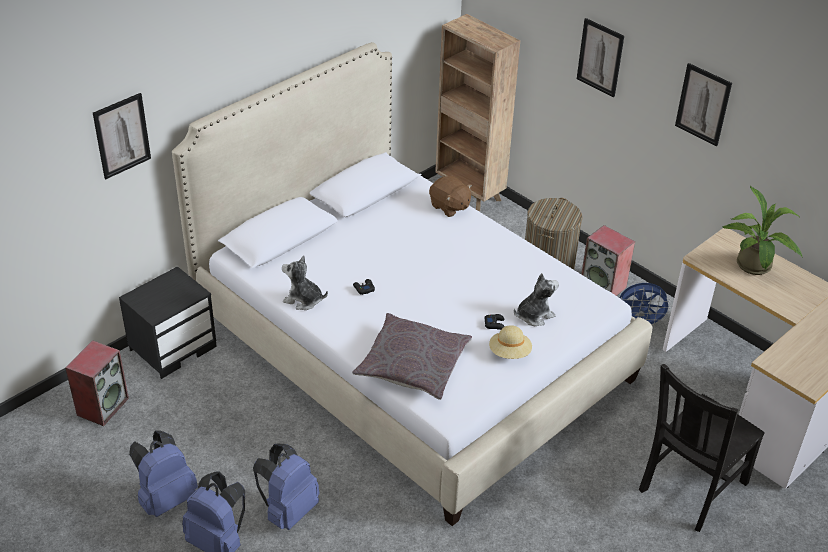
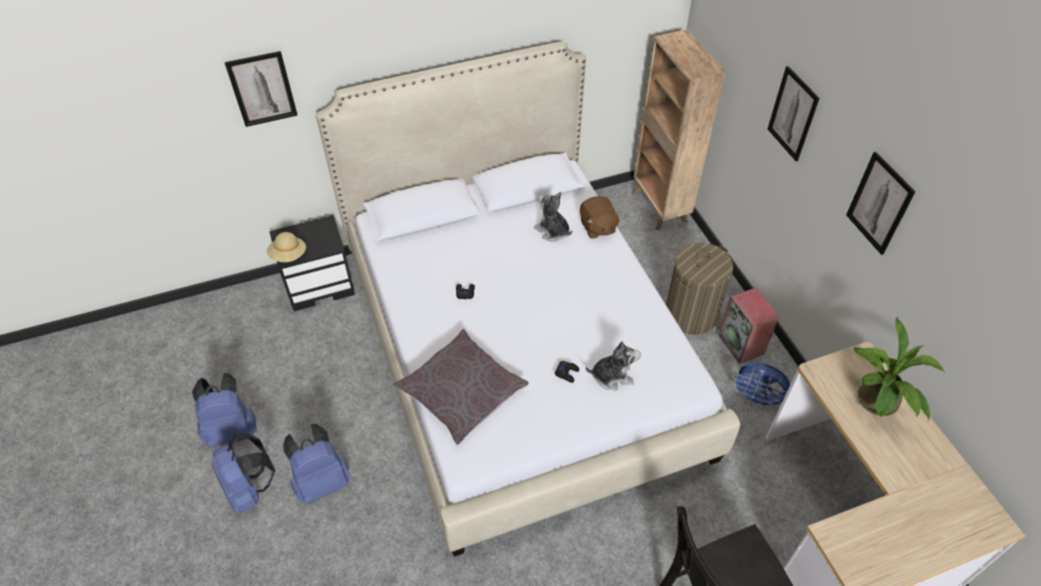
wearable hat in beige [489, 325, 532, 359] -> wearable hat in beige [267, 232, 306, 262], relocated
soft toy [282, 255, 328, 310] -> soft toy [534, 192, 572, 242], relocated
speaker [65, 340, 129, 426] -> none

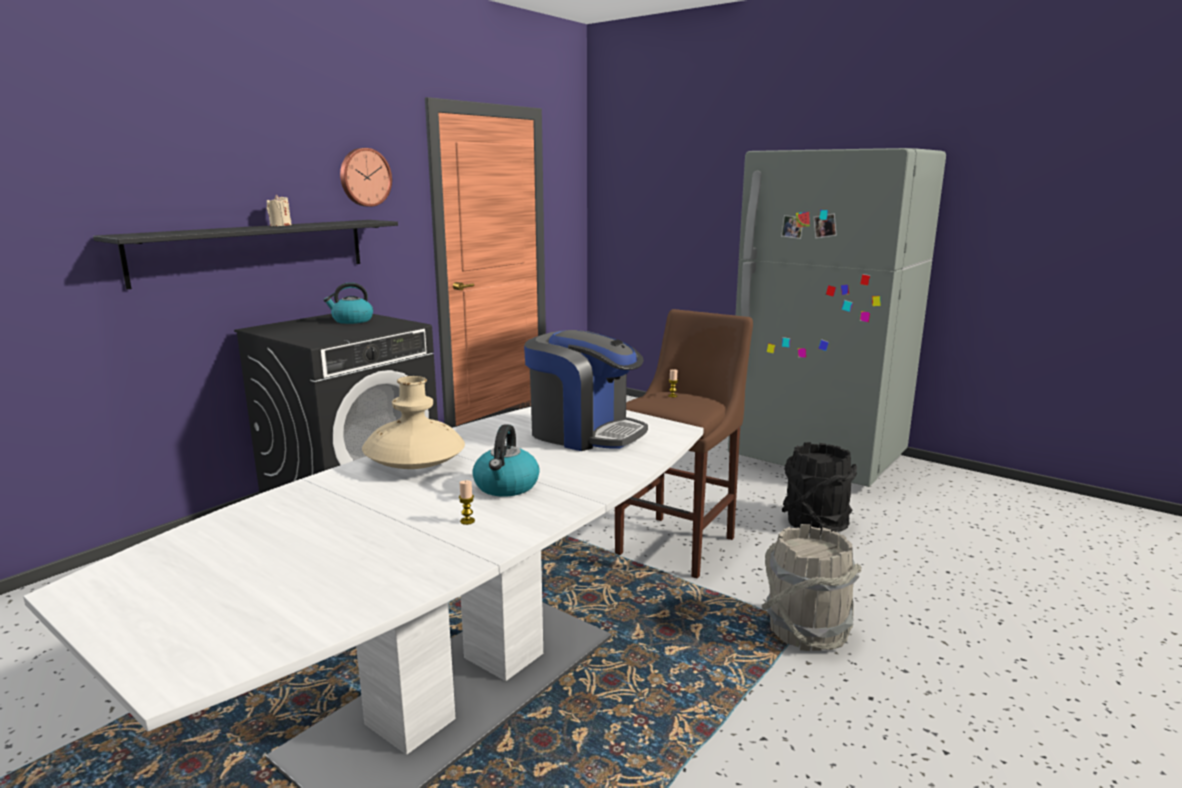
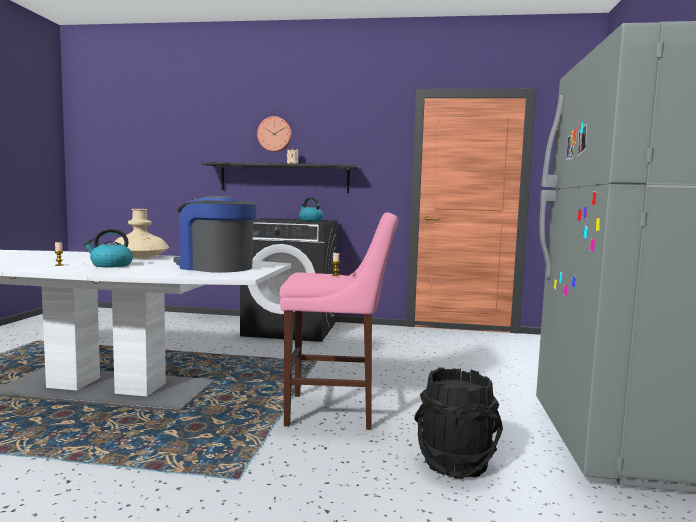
coffee machine [524, 330, 648, 451] -> coffee machine [173, 196, 257, 273], 120 degrees clockwise
wall clock [340, 148, 392, 207] -> wall clock [257, 116, 291, 152], relocated
stool in brownish [615, 309, 753, 578] -> stool in pink-coloured [280, 213, 398, 430]
pail in greyish [762, 524, 862, 651] -> none

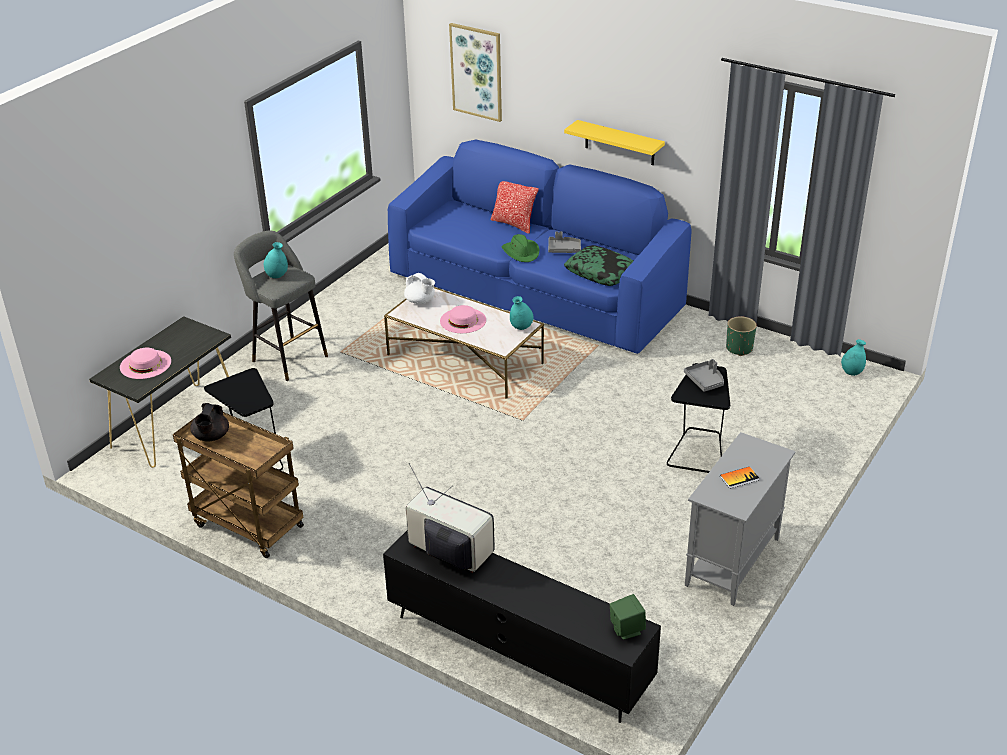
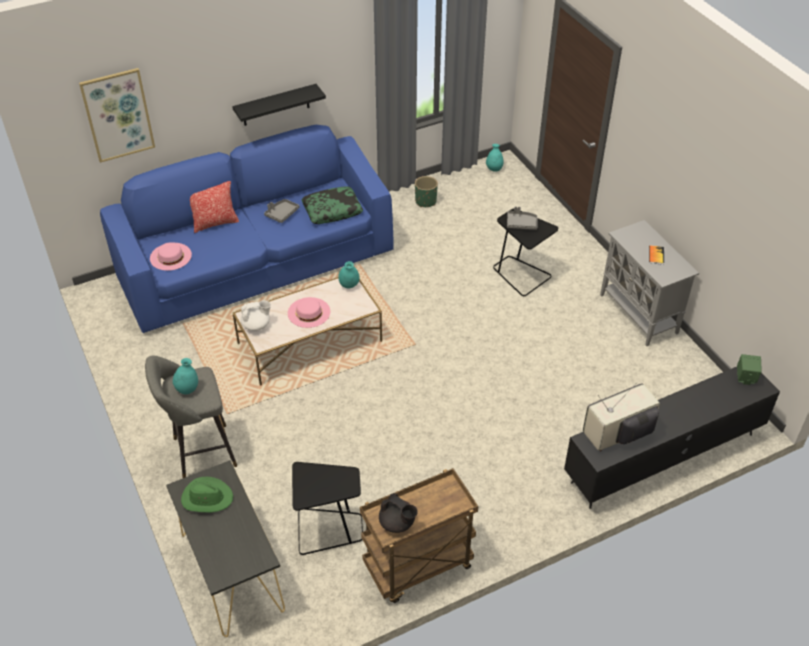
wearable hat in pink-coloured [120, 348, 171, 379] -> wearable hat in pink-coloured [150, 242, 192, 271], relocated
wearable hat in green [502, 234, 539, 262] -> wearable hat in green [181, 477, 233, 513], relocated
wall shelf in yellow [564, 120, 665, 165] -> wall shelf in blackish [232, 84, 326, 126]

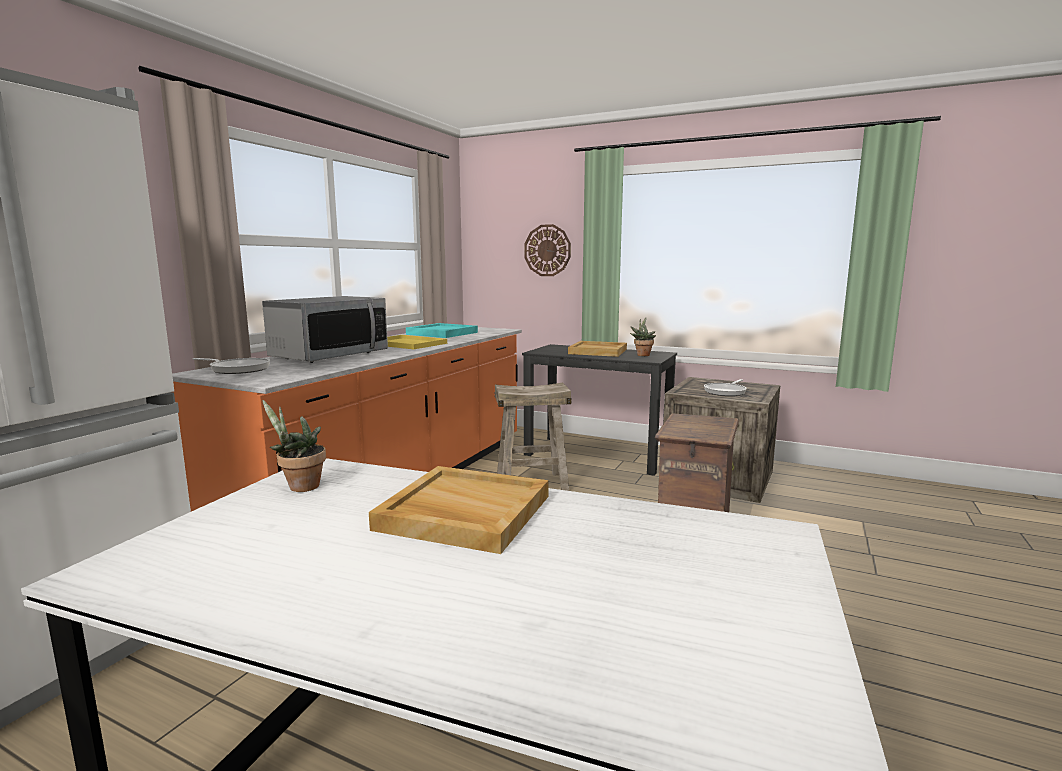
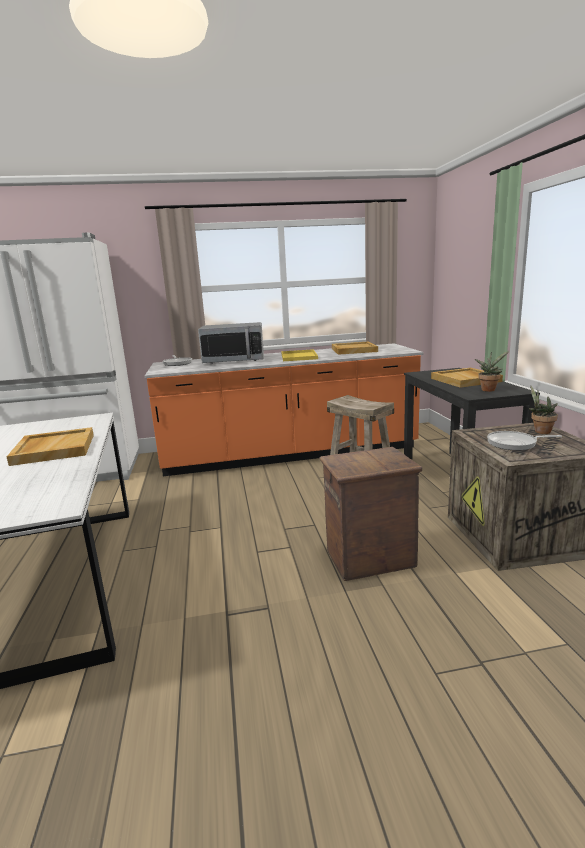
serving tray in turquoise [406, 323, 478, 338] -> serving tray in beige [332, 341, 378, 355]
houseplant [262, 400, 326, 492] -> houseplant [529, 386, 558, 434], relocated
wall clock [524, 224, 571, 276] -> none

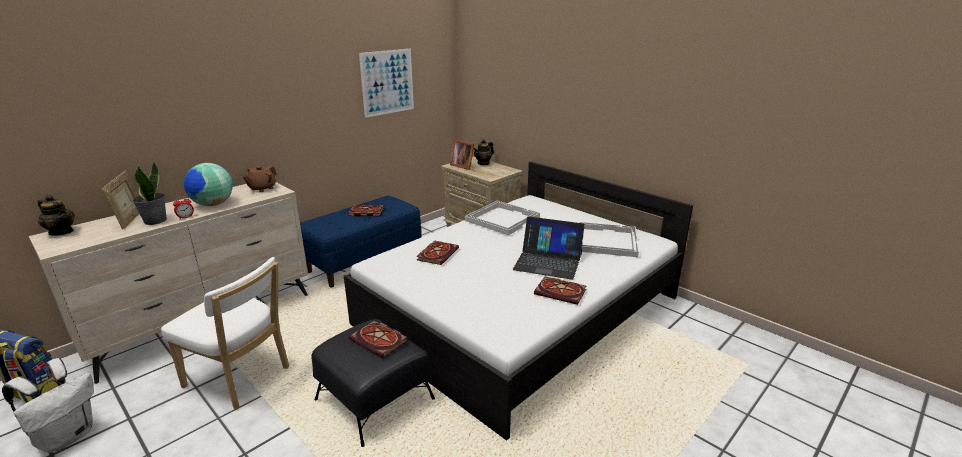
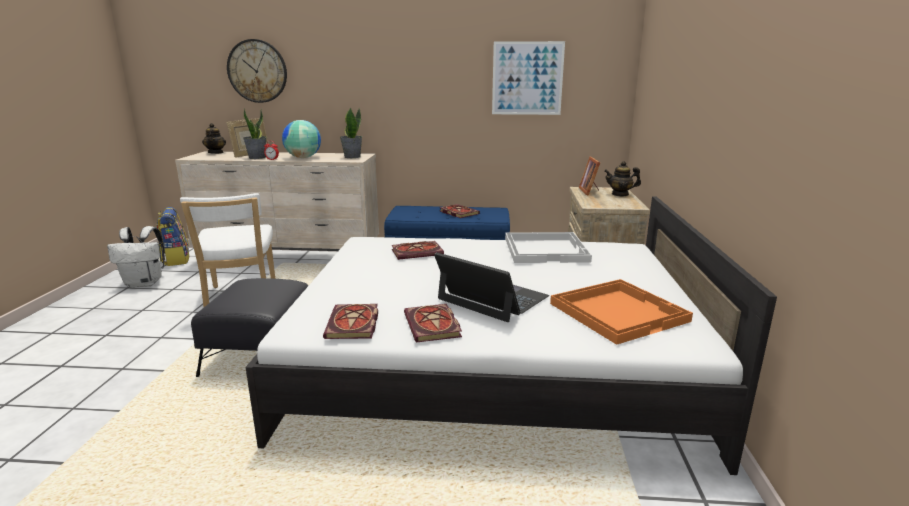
none -> wall clock [227, 39, 287, 103]
volume [349, 320, 408, 358] -> volume [323, 304, 378, 339], relocated
pot for tea in brownish [243, 166, 277, 192] -> houseplant [340, 107, 362, 158]
portable computer [513, 216, 585, 280] -> portable computer [434, 252, 549, 322], 150 degrees clockwise
serving tray in whitish [578, 222, 639, 257] -> serving tray in orange [550, 279, 693, 345]

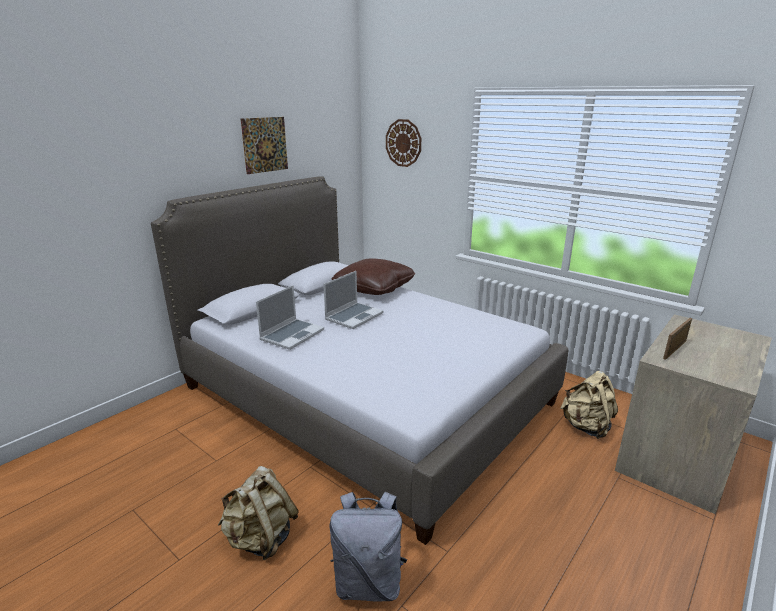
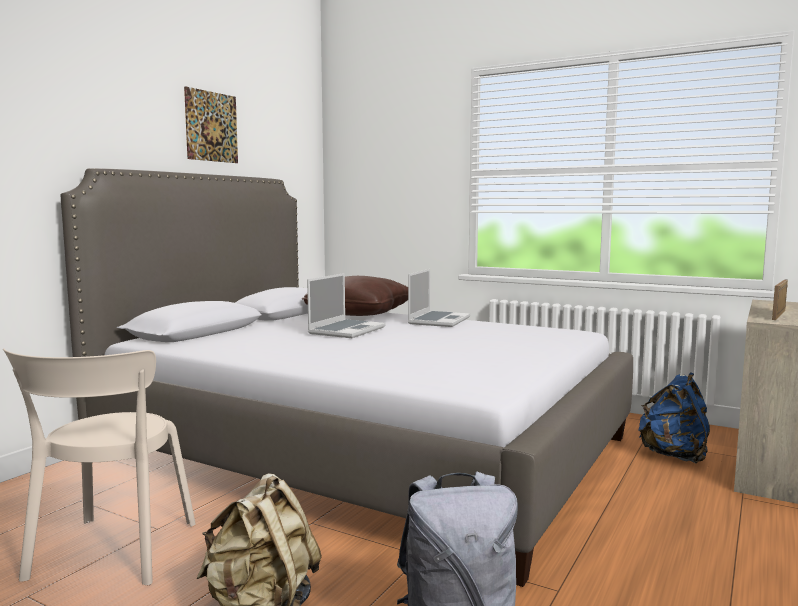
none -> chair in beige [3, 348, 196, 585]
portable computer [256, 285, 324, 350] -> portable computer [408, 269, 470, 327], relocated
backpack in beige [560, 371, 618, 439] -> backpack in blue [638, 372, 710, 463]
wall clock [386, 119, 421, 167] -> none

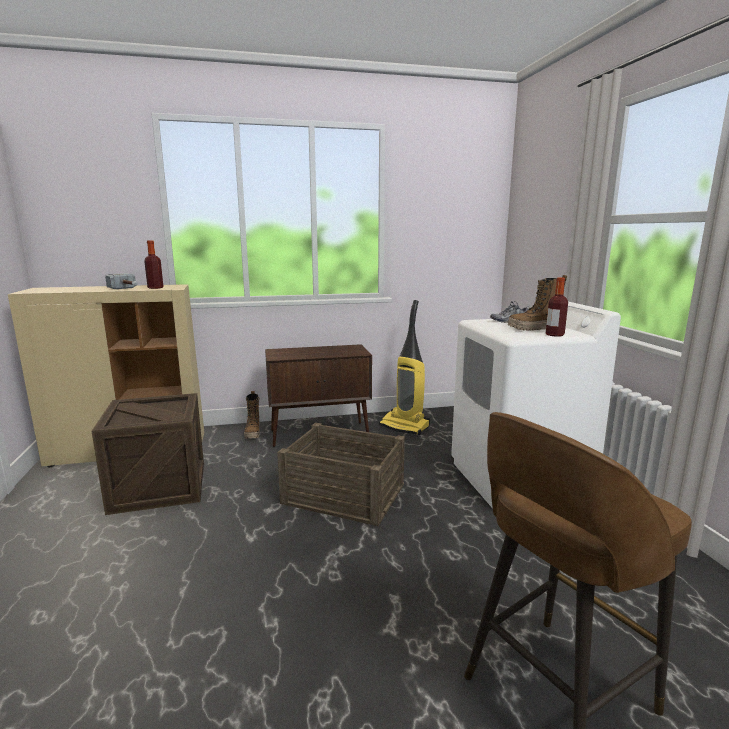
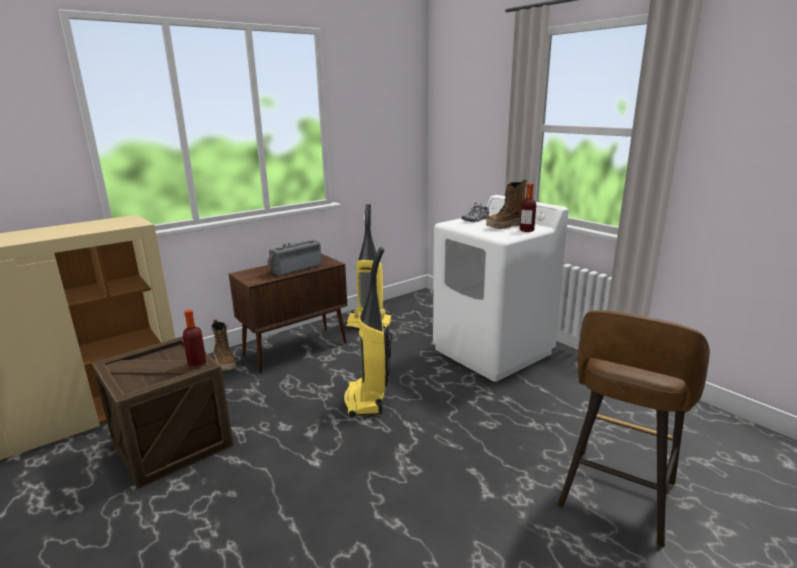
bottle [144, 241, 164, 289] -> bottle [183, 310, 206, 367], relocated
none -> radio receiver [267, 239, 322, 276]
shipping crate [277, 423, 405, 526] -> vacuum [343, 247, 392, 418]
tool hammer [105, 273, 138, 289] -> none

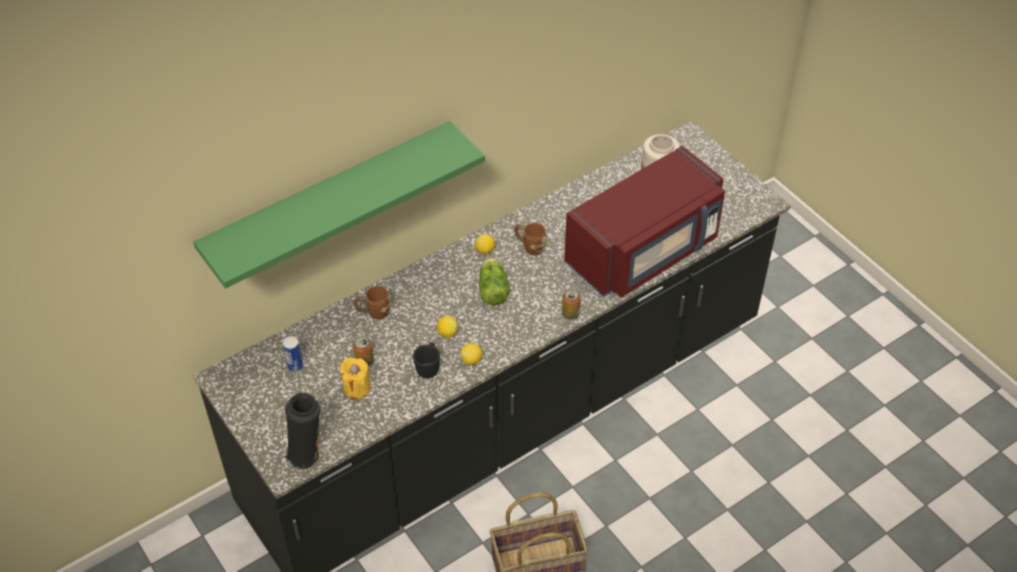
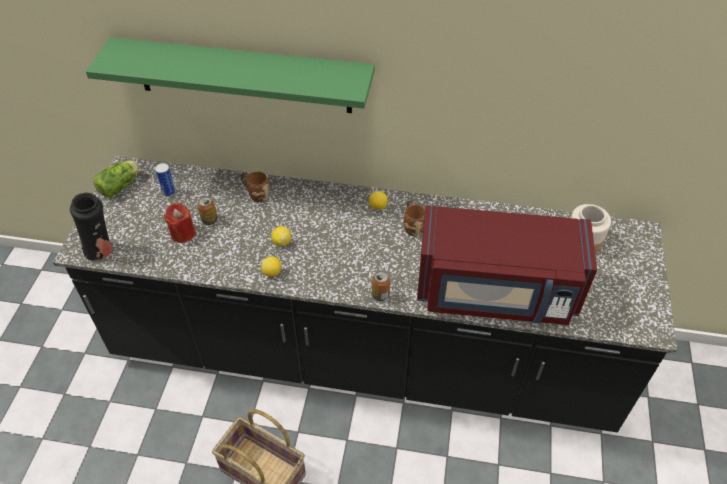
lettuce head [479, 258, 510, 306] -> lettuce head [93, 160, 139, 197], relocated
candle in yellow [340, 358, 371, 399] -> candle in red [164, 203, 196, 243]
coffee mug in blackish [413, 342, 440, 379] -> none

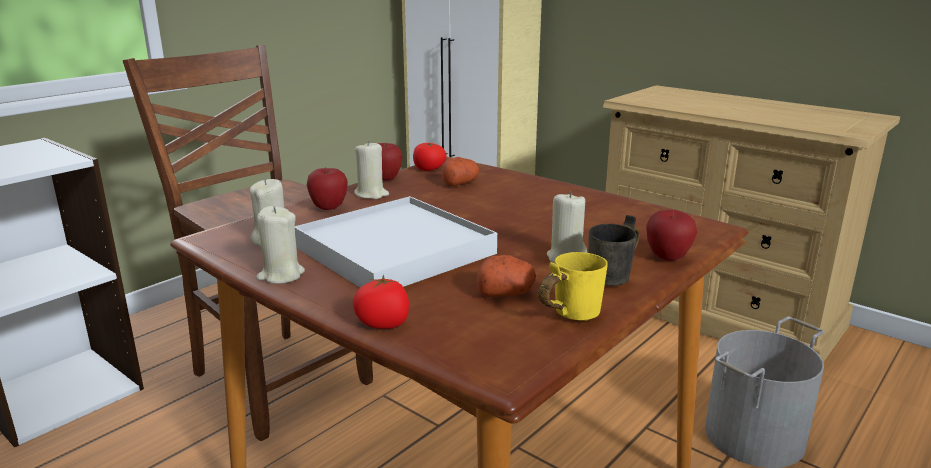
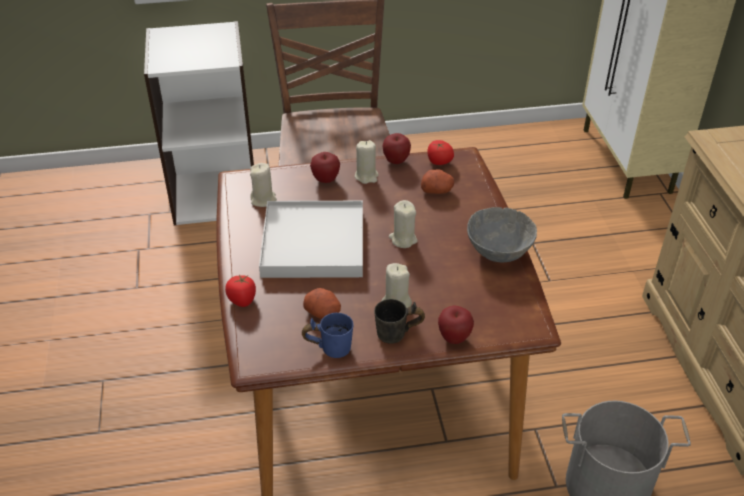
coffee mug in yellow [538, 252, 607, 321] -> coffee mug in blue [302, 313, 353, 358]
candle in beige [256, 206, 305, 284] -> candle in beige [389, 200, 418, 248], relocated
none -> bowl in greyish [467, 207, 537, 262]

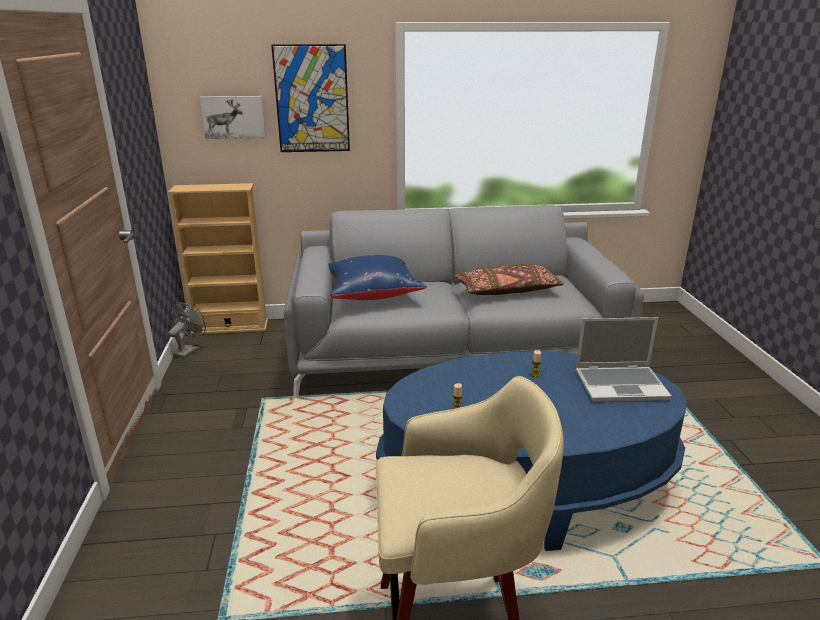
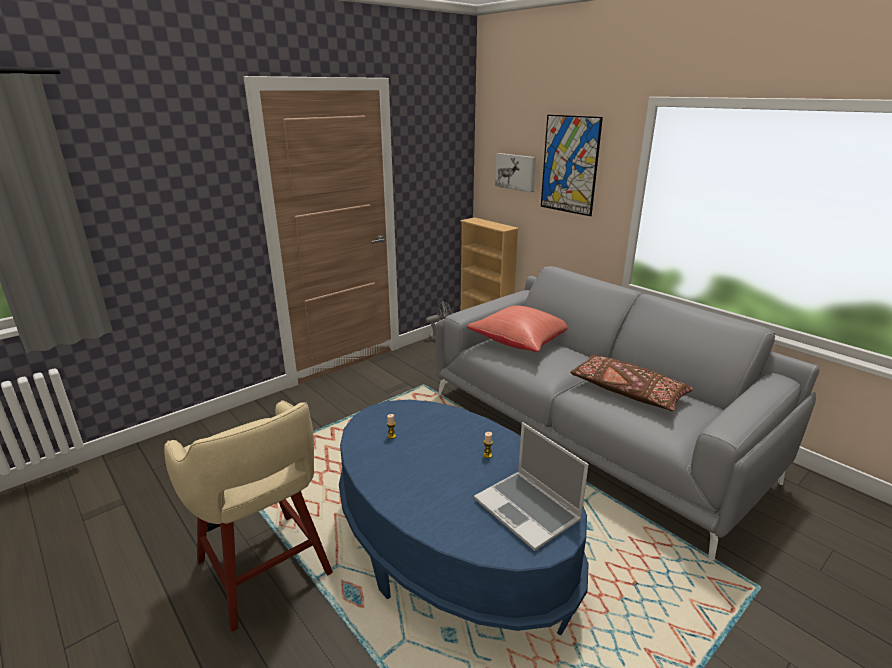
cushion in blue [328, 255, 427, 300] -> cushion in red [467, 305, 567, 352]

